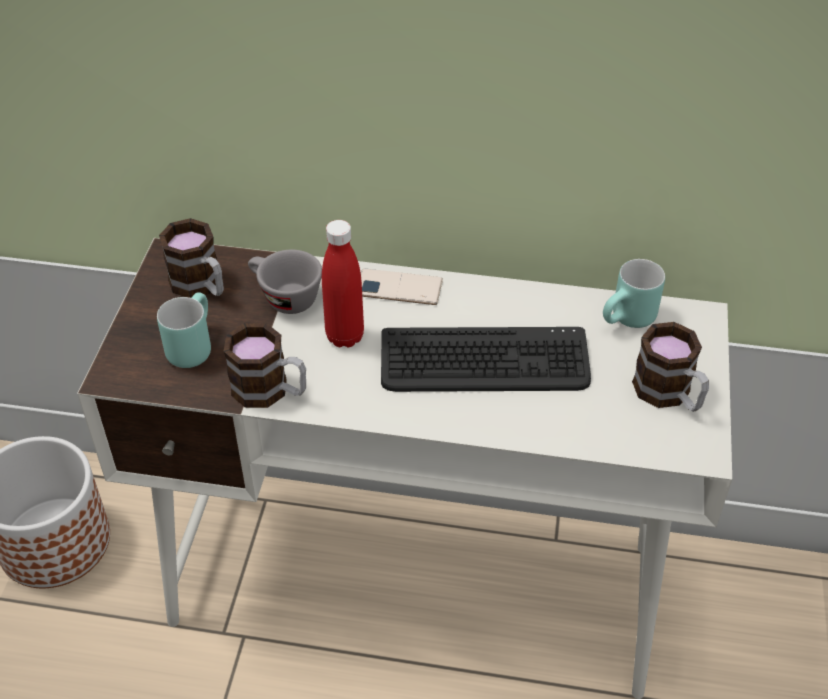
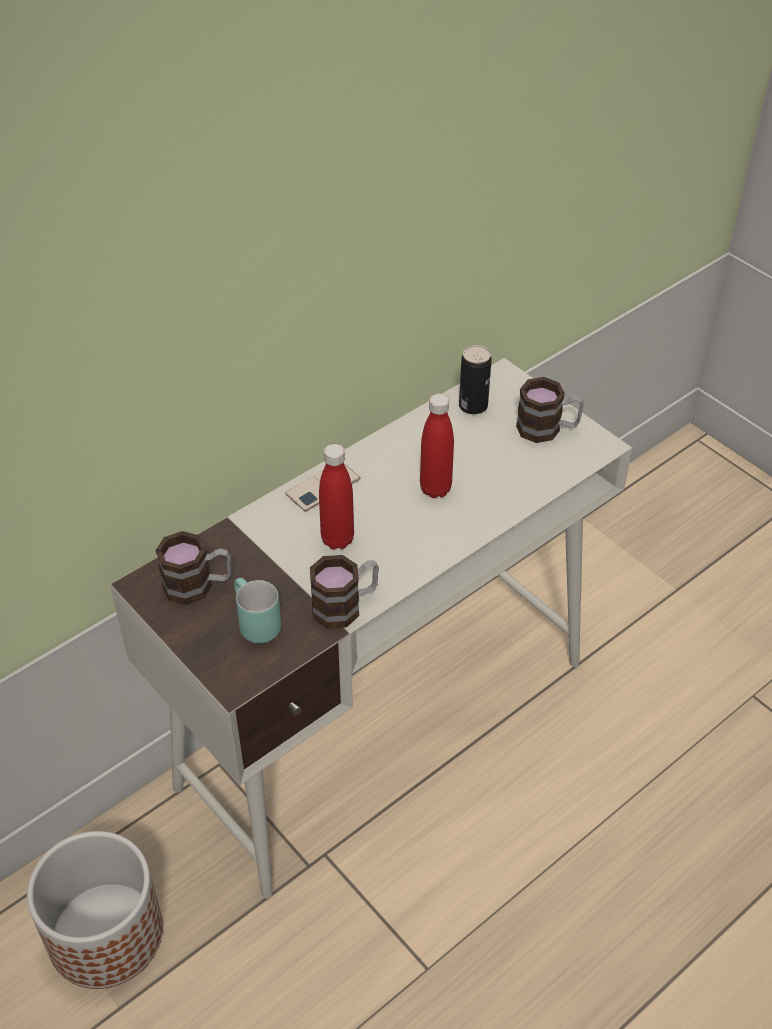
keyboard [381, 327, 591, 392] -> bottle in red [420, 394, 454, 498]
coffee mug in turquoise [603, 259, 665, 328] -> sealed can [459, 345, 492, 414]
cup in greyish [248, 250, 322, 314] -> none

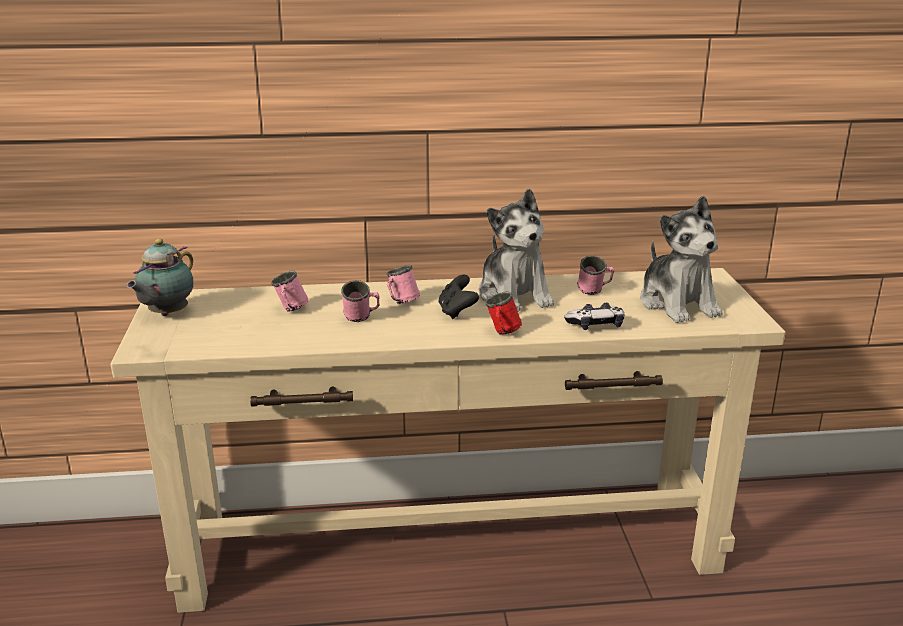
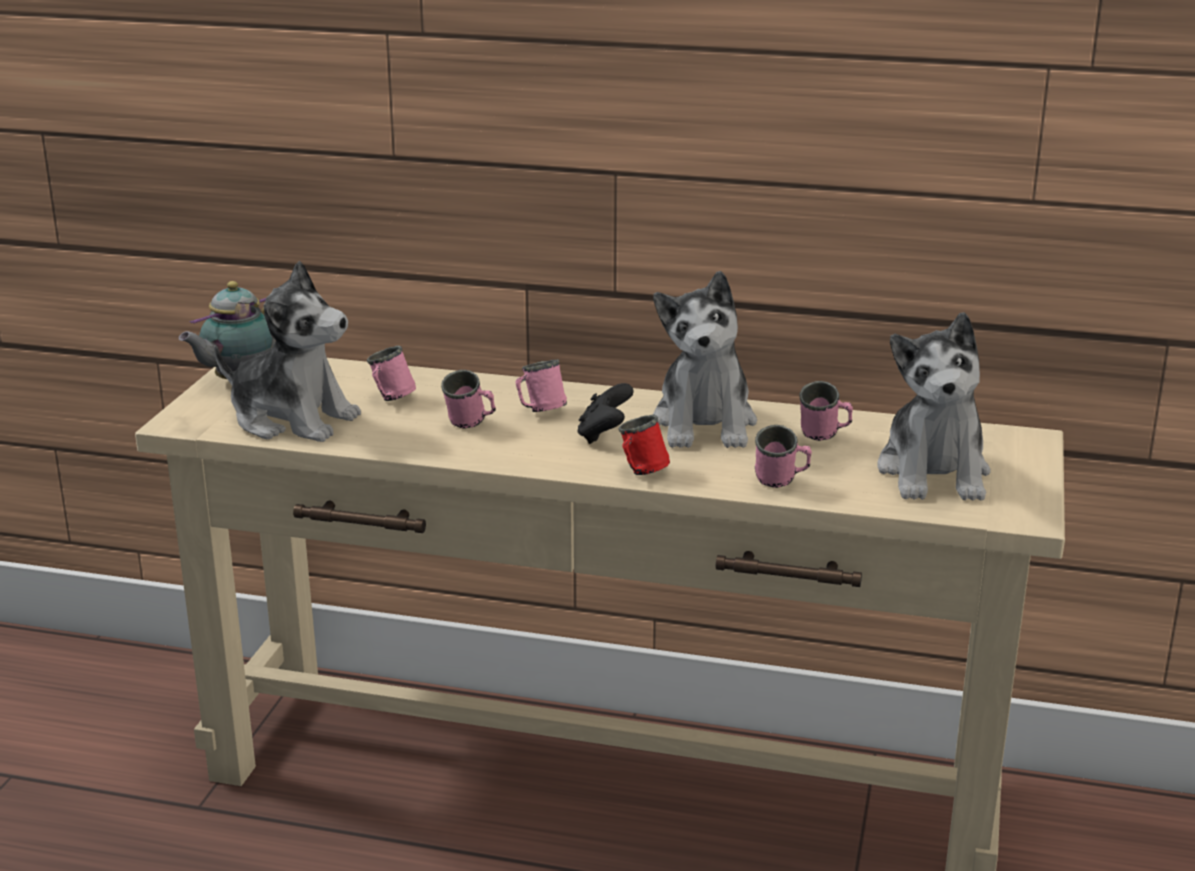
none -> soft toy [214, 260, 361, 442]
game controller [564, 303, 624, 330] -> coffee mug in pink-coloured [755, 425, 812, 488]

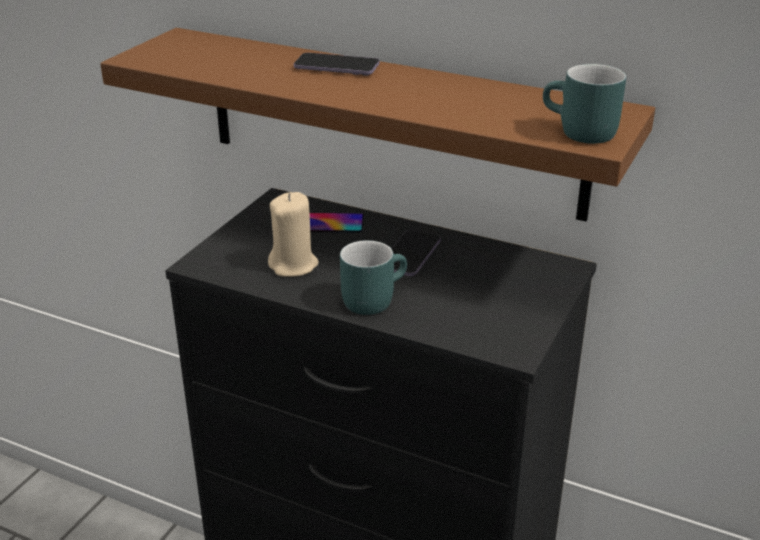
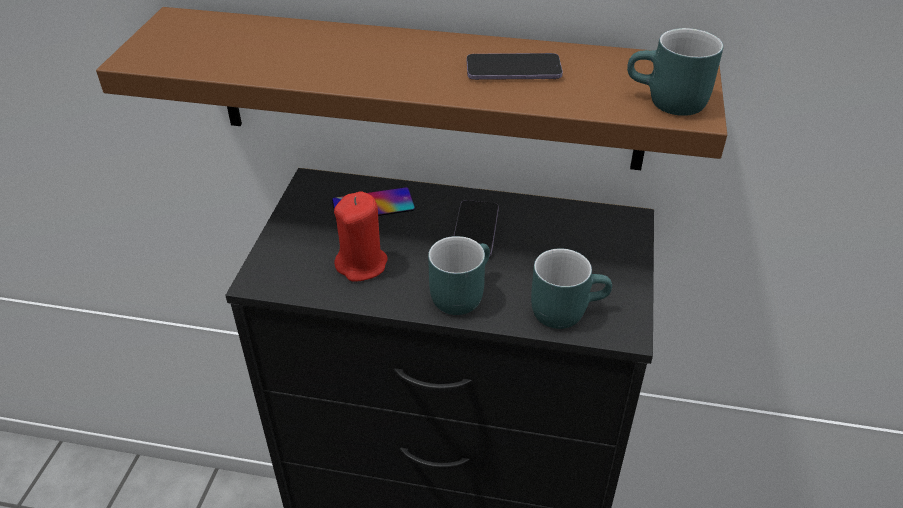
candle in beige [268, 192, 319, 277] -> candle in red [334, 191, 388, 282]
telephone [294, 53, 379, 76] -> telephone [467, 53, 563, 80], relocated
none -> coffee mug in turquoise [531, 248, 612, 329]

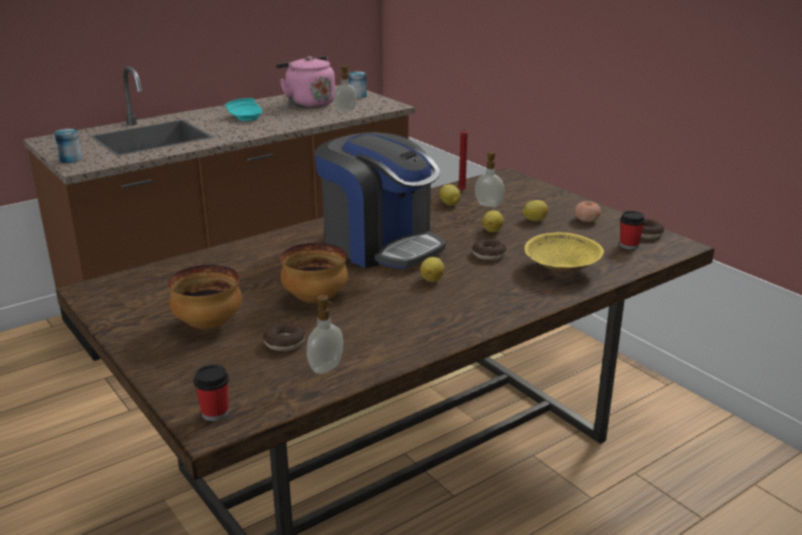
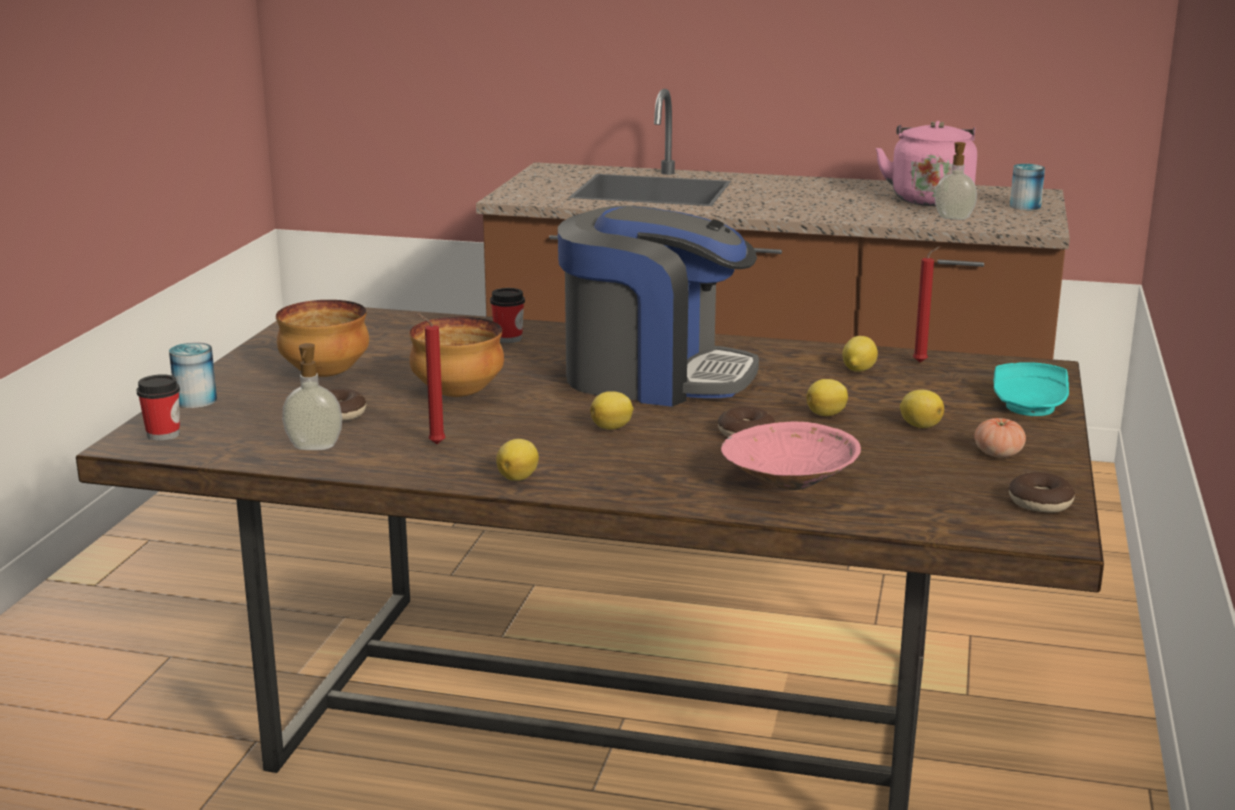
sealed can [54, 129, 83, 163] -> sealed can [169, 342, 217, 408], relocated
none -> candle in red [416, 313, 445, 444]
cup [620, 211, 645, 250] -> cup [490, 288, 525, 343], relocated
none -> citrus fruit [496, 439, 539, 481]
coffee machine [315, 132, 446, 269] -> coffee machine [558, 205, 759, 407], 75 degrees counterclockwise
bowl in yellow [524, 232, 604, 273] -> bowl in pink-coloured [721, 421, 861, 490]
flat dish in turquoise [225, 98, 263, 121] -> flat dish in turquoise [994, 362, 1069, 416], relocated
liquid soap bottle [475, 152, 505, 207] -> none

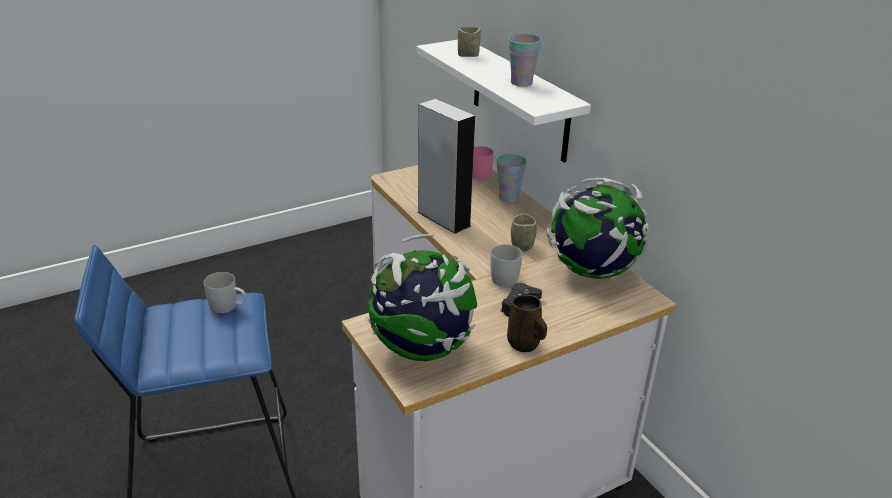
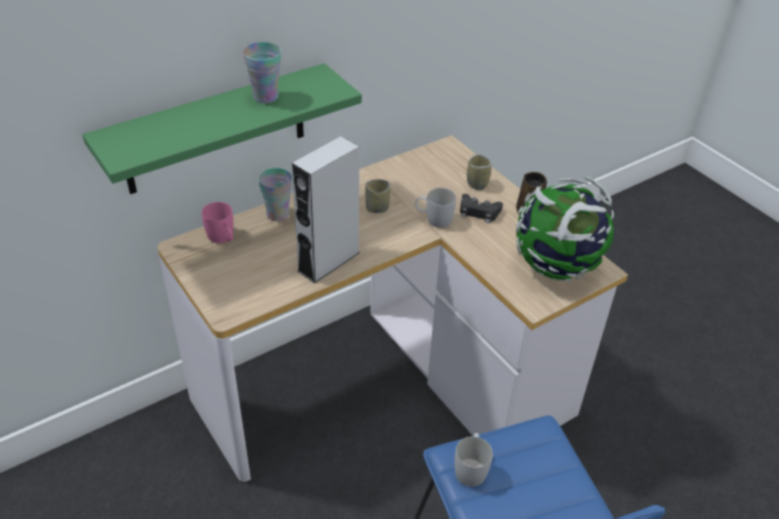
wall shelf in whitish [417, 40, 591, 163] -> wall shelf in green [82, 63, 362, 194]
cup [458, 27, 481, 57] -> cup [467, 154, 491, 190], relocated
globe [546, 178, 649, 280] -> none

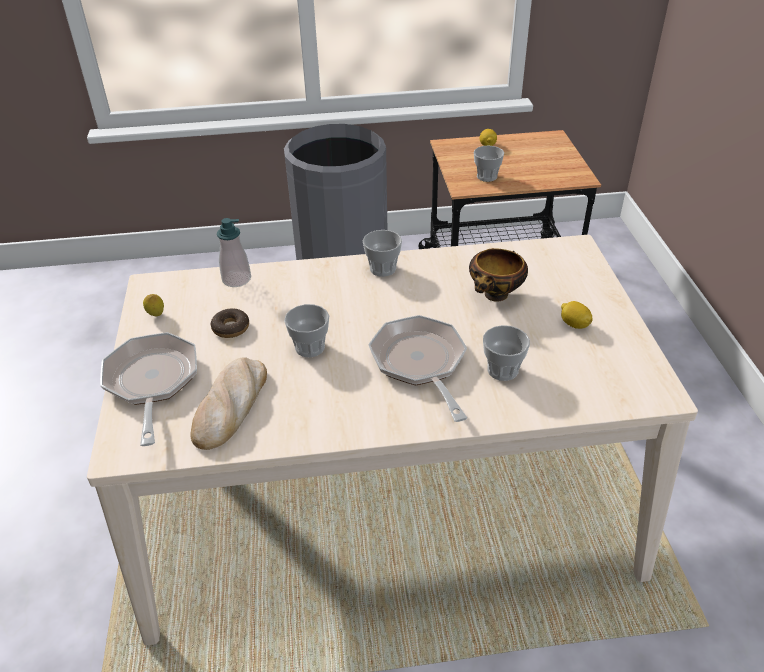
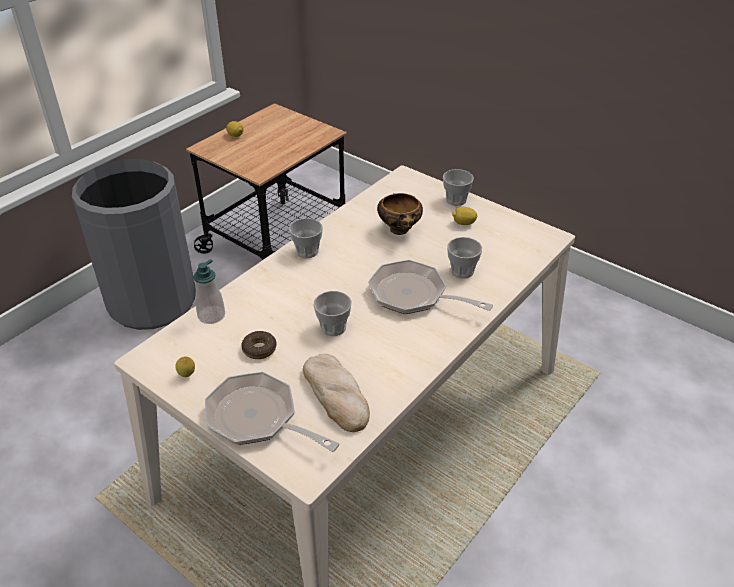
cup [474, 146, 504, 182] -> cup [443, 169, 474, 206], relocated

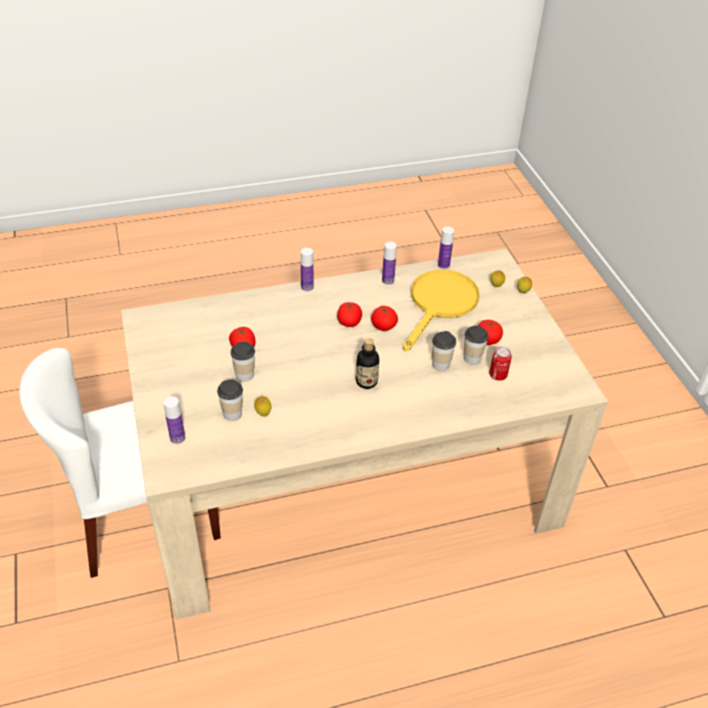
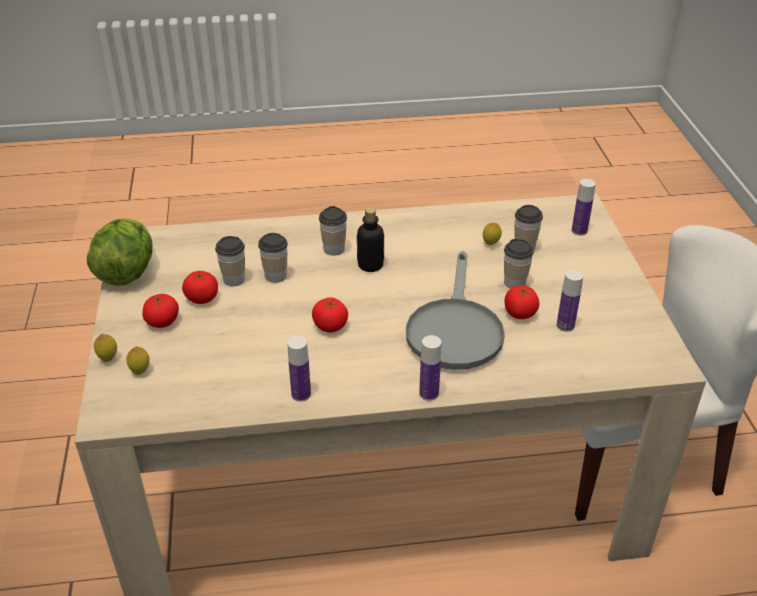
none -> lettuce head [87, 218, 152, 286]
fresh tomato [337, 302, 362, 327] -> fresh tomato [142, 294, 179, 328], relocated
none -> cup [319, 206, 347, 256]
none -> frying pan in greyish [406, 251, 505, 370]
bottle [438, 227, 454, 270] -> bottle [556, 270, 583, 332], relocated
frying pan in yellow [403, 270, 480, 351] -> none
sealed can [489, 346, 512, 381] -> none

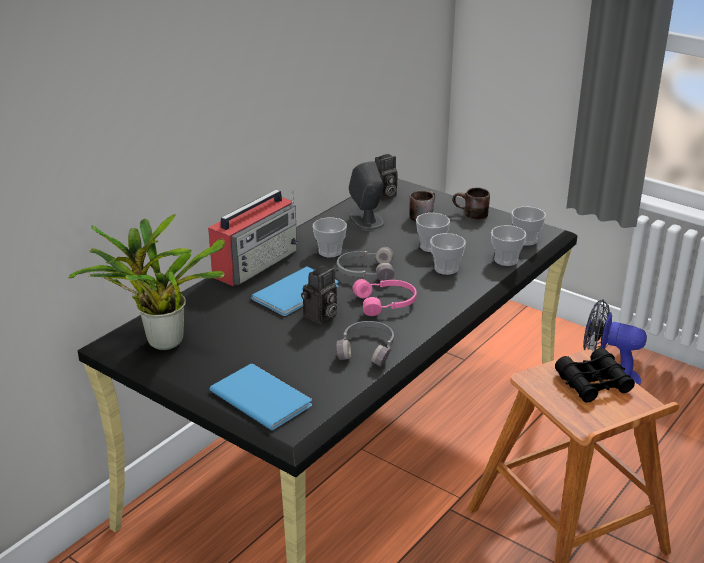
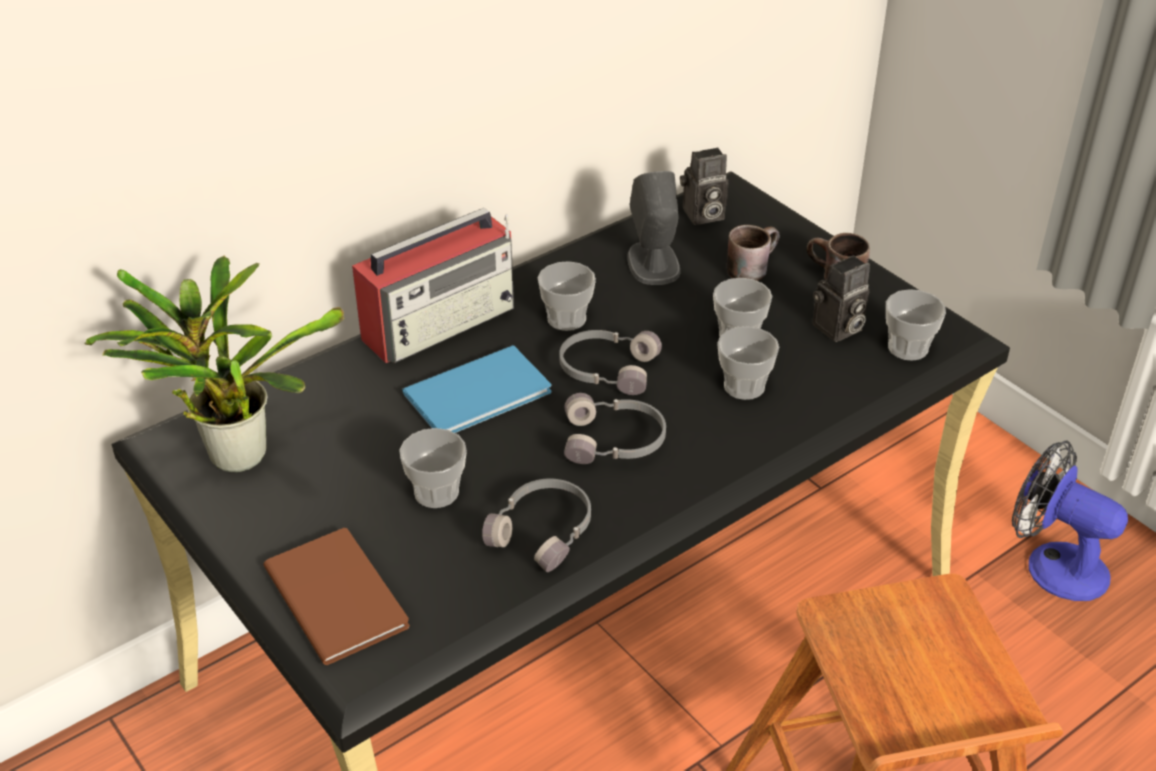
volume in blue [210, 364, 312, 431] -> volume in brownish [263, 528, 410, 665]
cup [491, 225, 526, 266] -> cup [399, 428, 467, 508], relocated
pair of headphones in pink-coloured [353, 279, 417, 316] -> pair of headphones in greyish [564, 393, 666, 464]
still camera [301, 266, 337, 325] -> still camera [812, 255, 870, 342], relocated
field glasses in blackish [555, 348, 635, 402] -> none

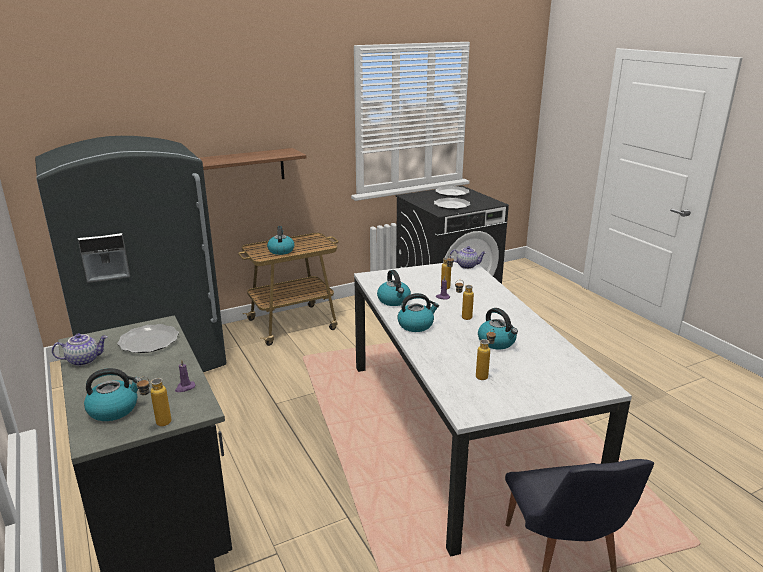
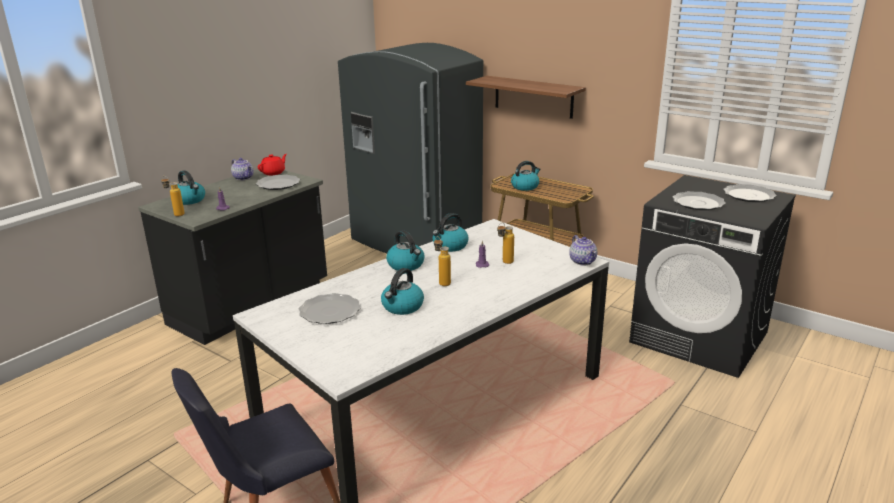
none -> pot for tea in red [258, 154, 287, 175]
bottle [476, 329, 496, 380] -> flat dish [299, 293, 361, 324]

